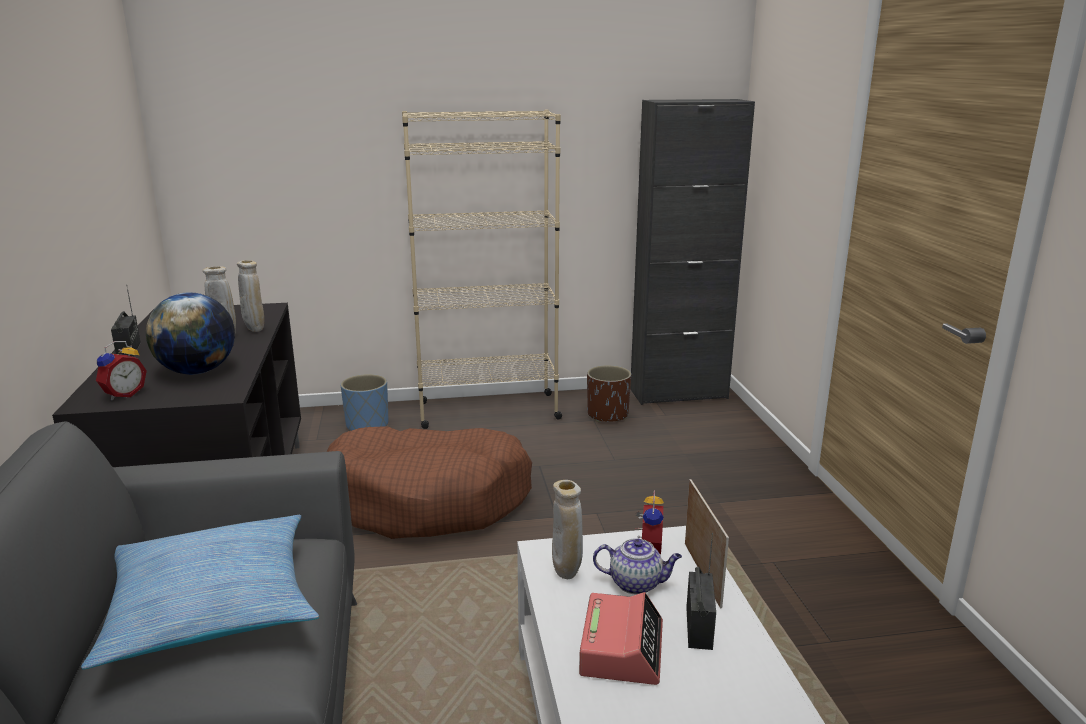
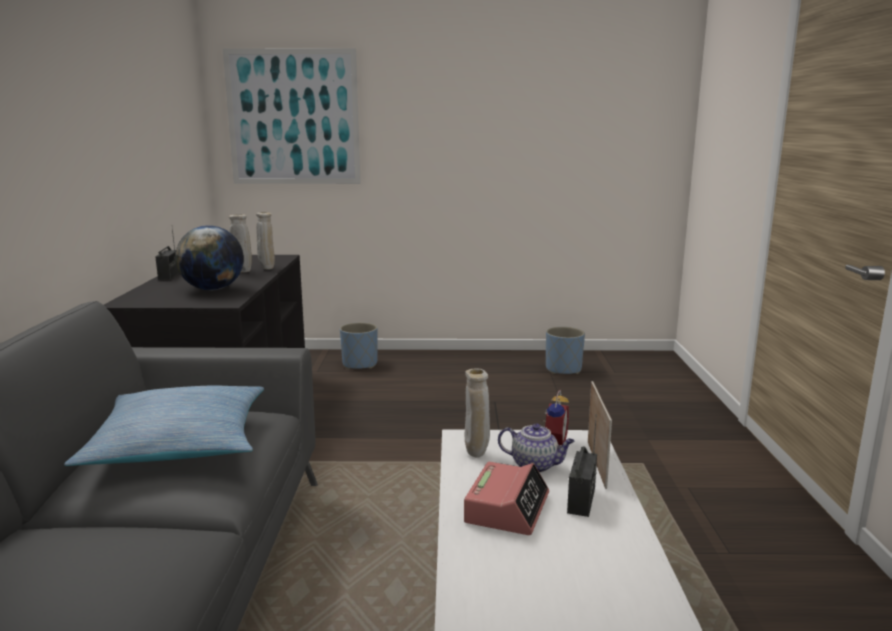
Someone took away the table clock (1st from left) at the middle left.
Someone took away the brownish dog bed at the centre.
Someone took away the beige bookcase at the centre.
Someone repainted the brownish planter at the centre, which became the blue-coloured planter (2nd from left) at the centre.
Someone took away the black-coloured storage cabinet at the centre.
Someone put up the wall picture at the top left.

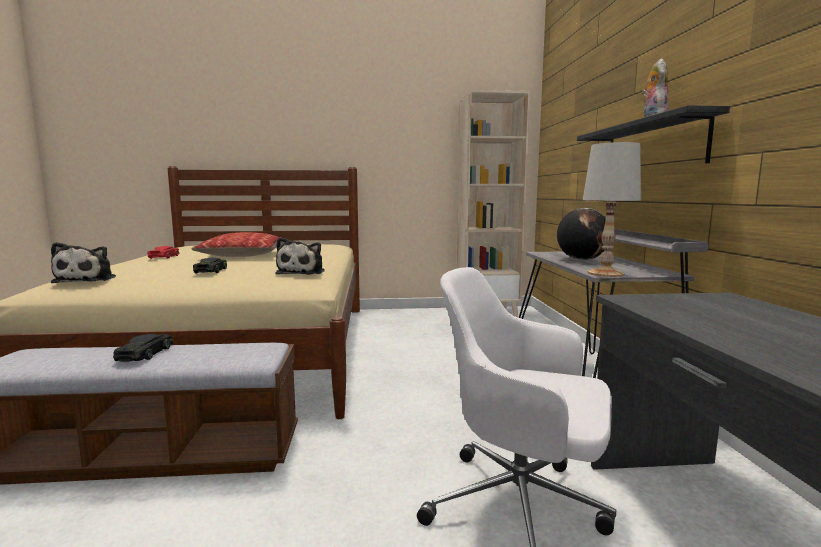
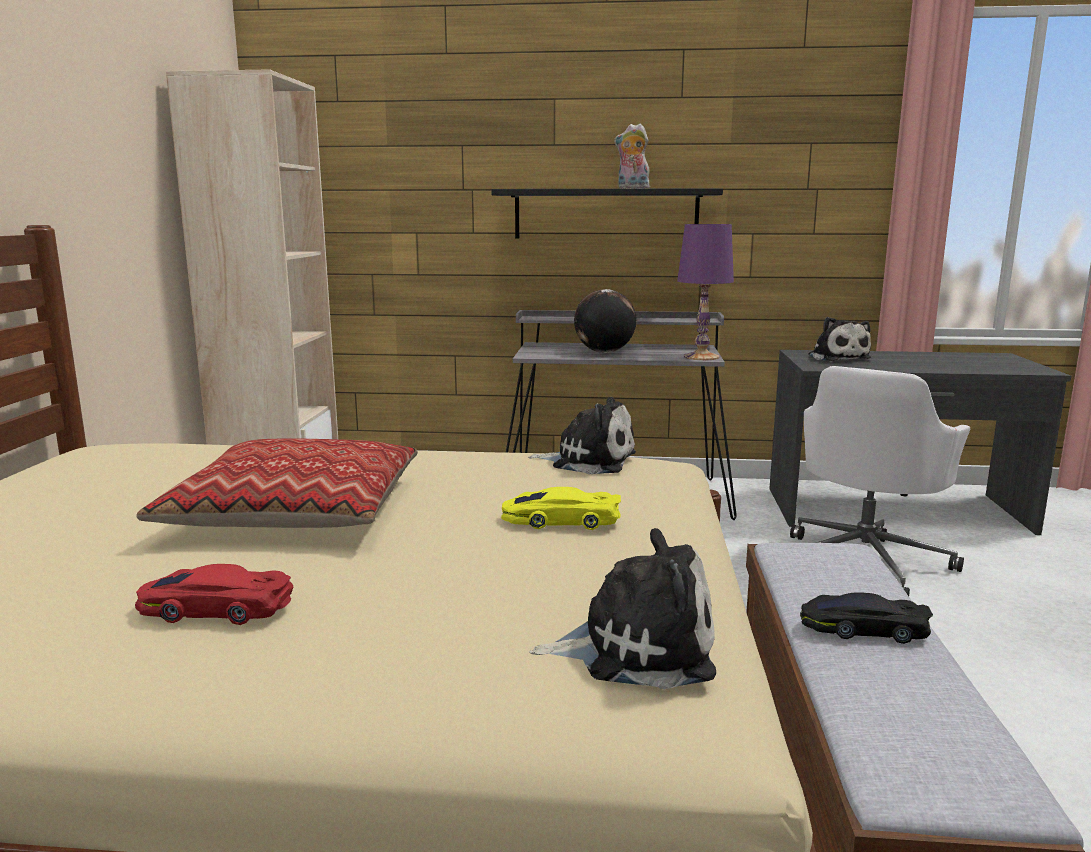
Someone repainted the black-coloured model car (2nd from left) at the middle left, which became the yellowish model car at the centre.
Someone repainted the whitish table lamp at the middle right, which became the purplish table lamp at the centre.
Someone put down the cuddly toy (4th from left) at the middle right.

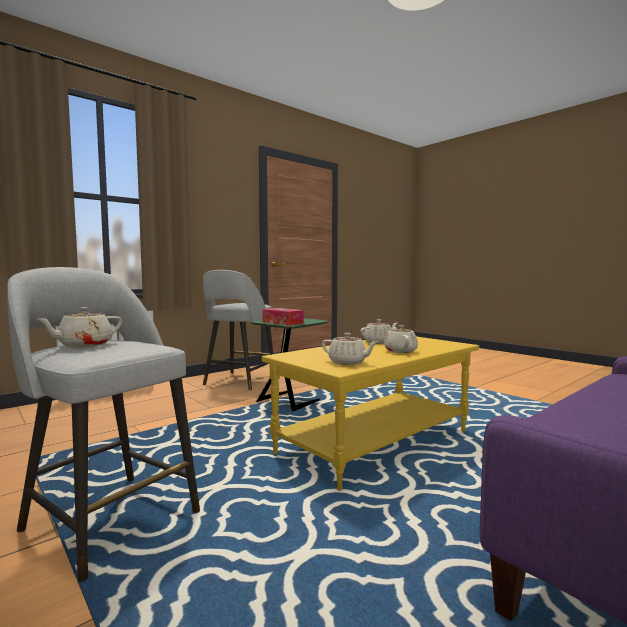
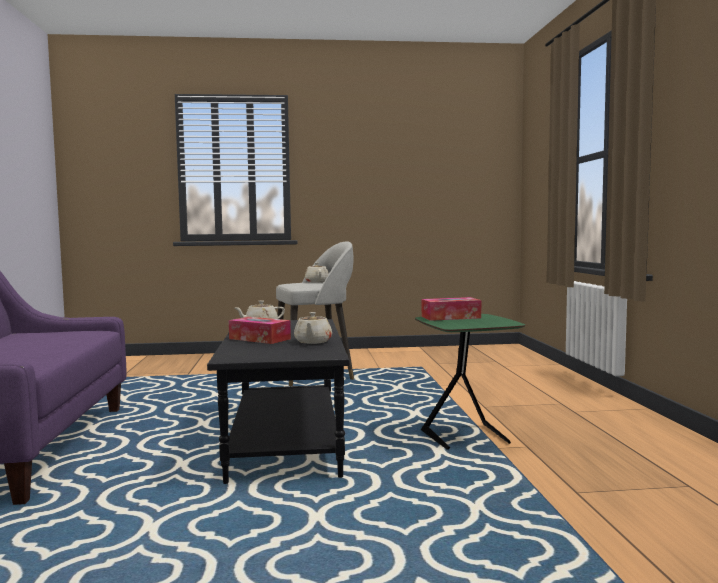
Someone took away the gray stool seat (2nd from left) at the centre.
Someone repainted the yellowish coffee table at the centre, which became the black-coloured coffee table at the bottom centre.
Someone swapped the beige tea pot (4th from left) at the centre for the box of tissues (1st from left) at the centre.

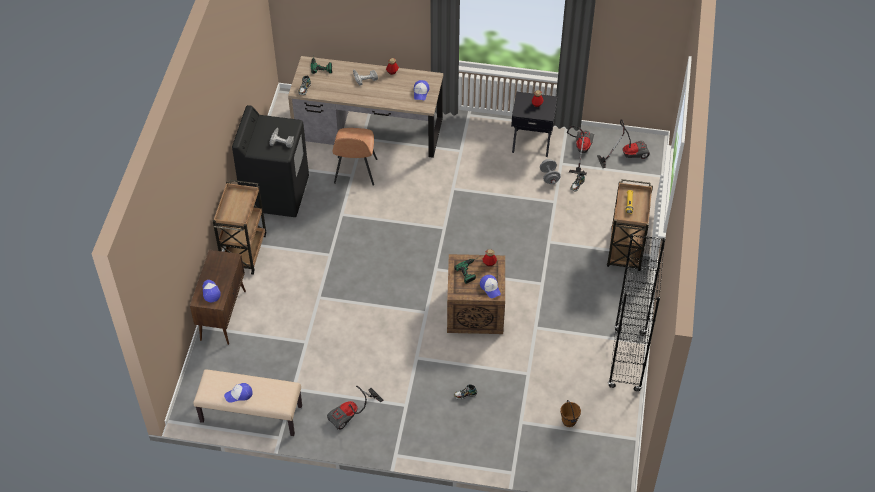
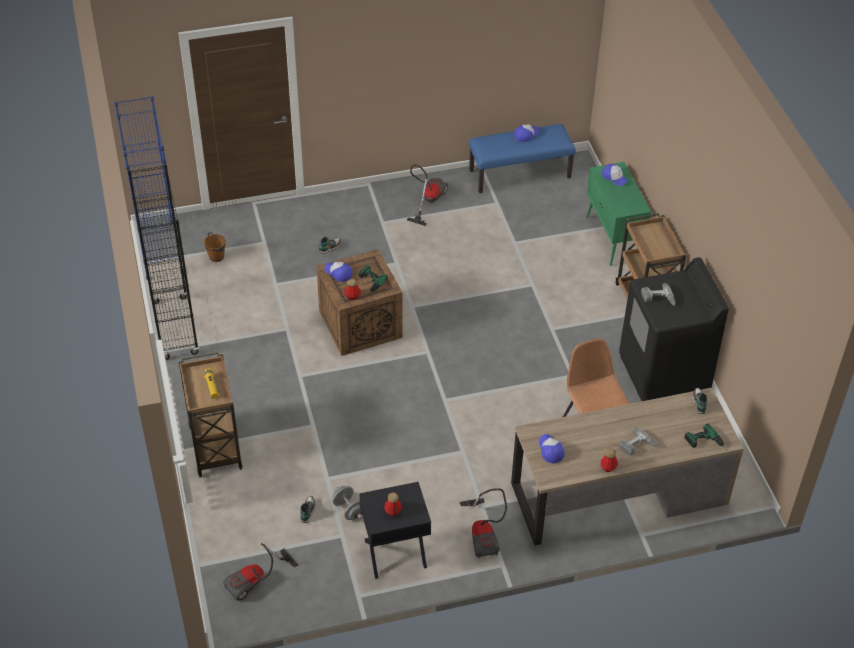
Someone repainted the brownish storage cabinet at the middle left, which became the green storage cabinet at the top right.
Someone repainted the beige bench at the bottom left, which became the blue-coloured bench at the top centre.
Someone carried the vacuum cleaner (2nd from left in the first image) from the top centre to the bottom centre.
Someone put down the blue-coloured bookcase at the top left.

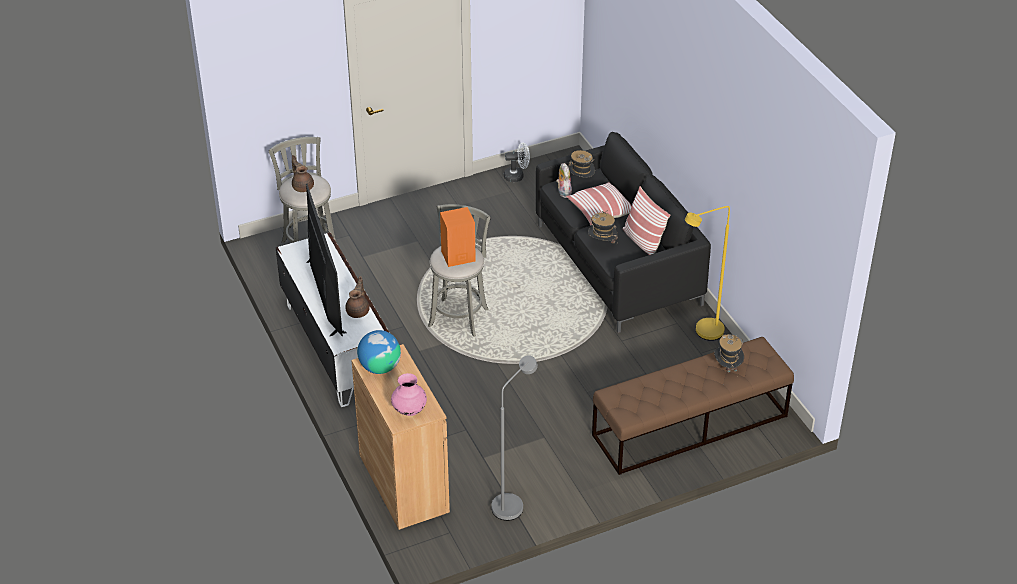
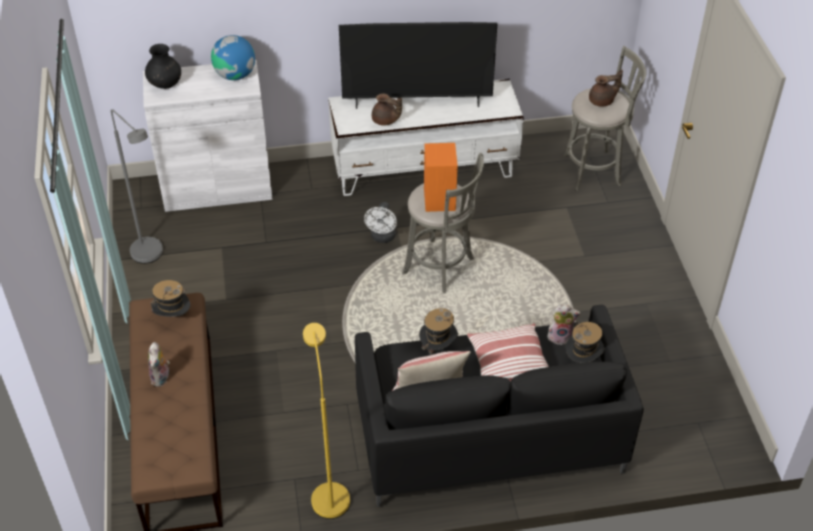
Someone repainted the brownish storage cabinet at the bottom centre, which became the whitish storage cabinet at the top left.
Someone repainted the pinkish decorative vase at the bottom centre, which became the black-coloured decorative vase at the top left.
Someone carried the whitish fan from the top centre to the centre.
Someone carried the hat (3rd from left in the first image) from the middle right to the middle left.
Someone put down the cuddly toy (1st from left) at the bottom left.

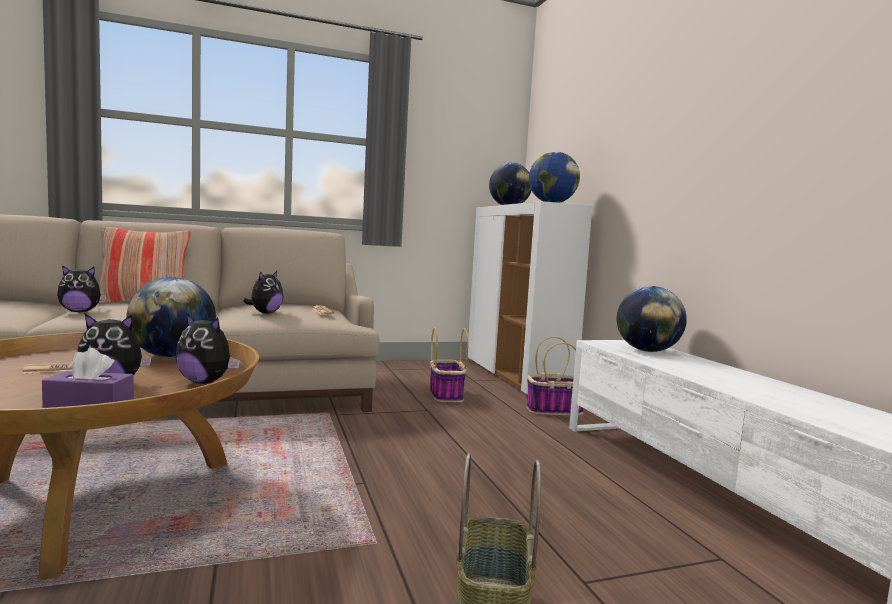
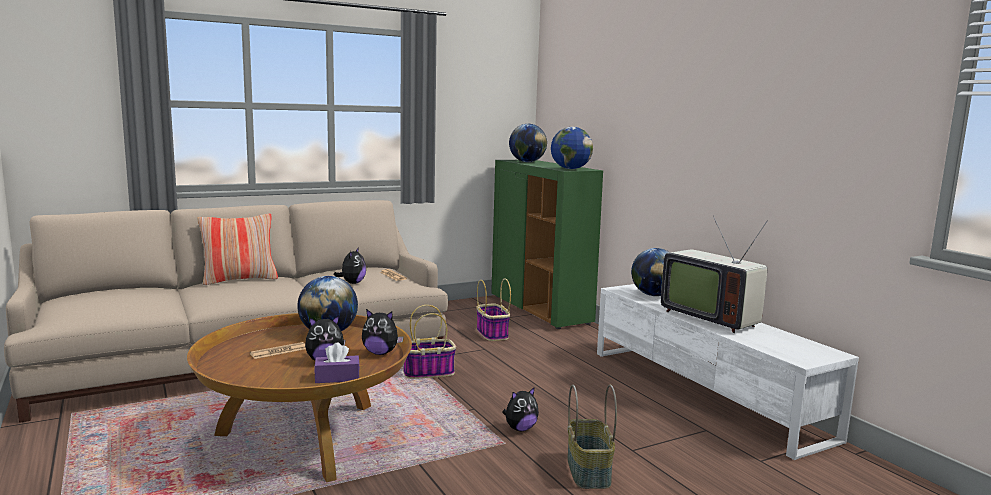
Someone carried the cuddly toy (1st from left in the first image) from the middle left to the bottom centre.
Someone repainted the whitish storage cabinet at the centre, which became the green storage cabinet at the centre.
Someone carried the storage basket (3rd from left in the first image) from the centre to the bottom centre.
Someone put down the TV at the middle right.

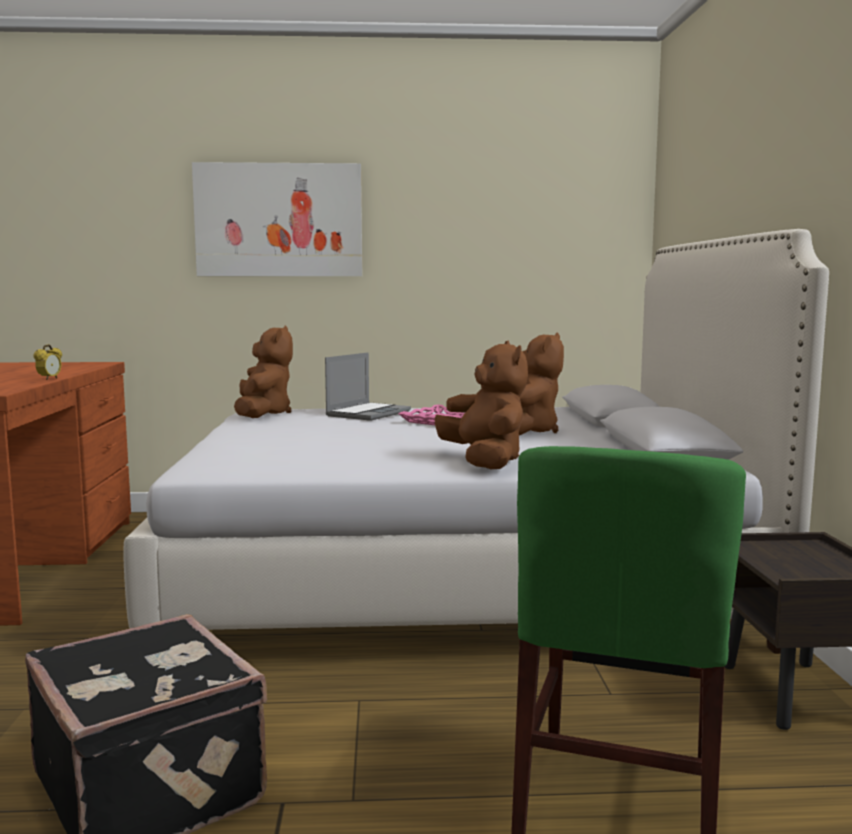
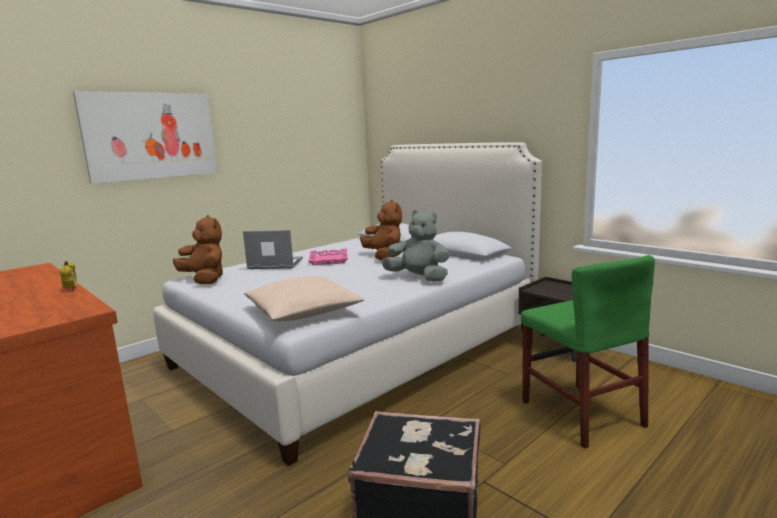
Someone rotated the portable computer at the centre by 75 degrees counterclockwise.
Someone repainted the brownish cuddly toy (2nd from left) at the centre, which became the gray cuddly toy at the centre.
Someone put down the beige cushion at the centre.

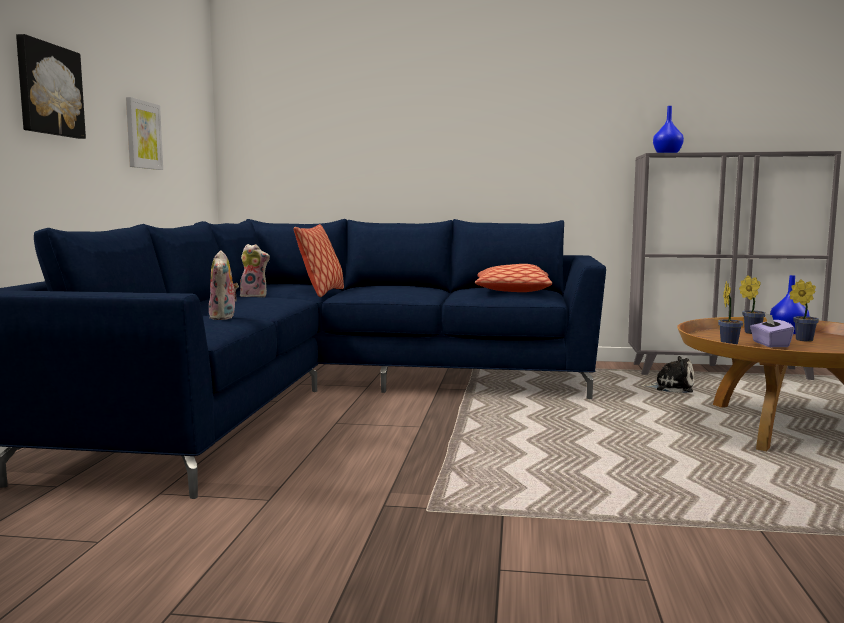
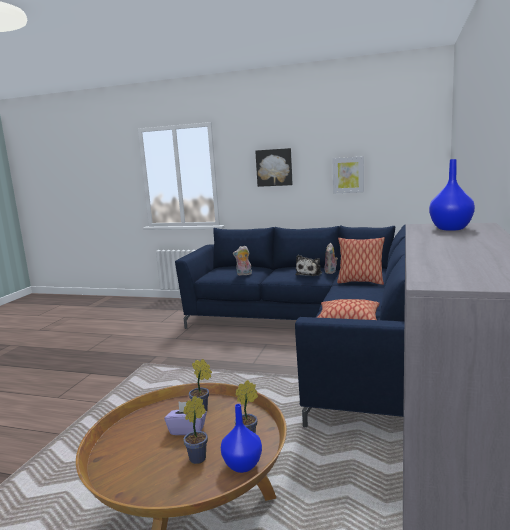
Someone carried the cuddly toy (3rd from left in the first image) from the middle right to the centre.

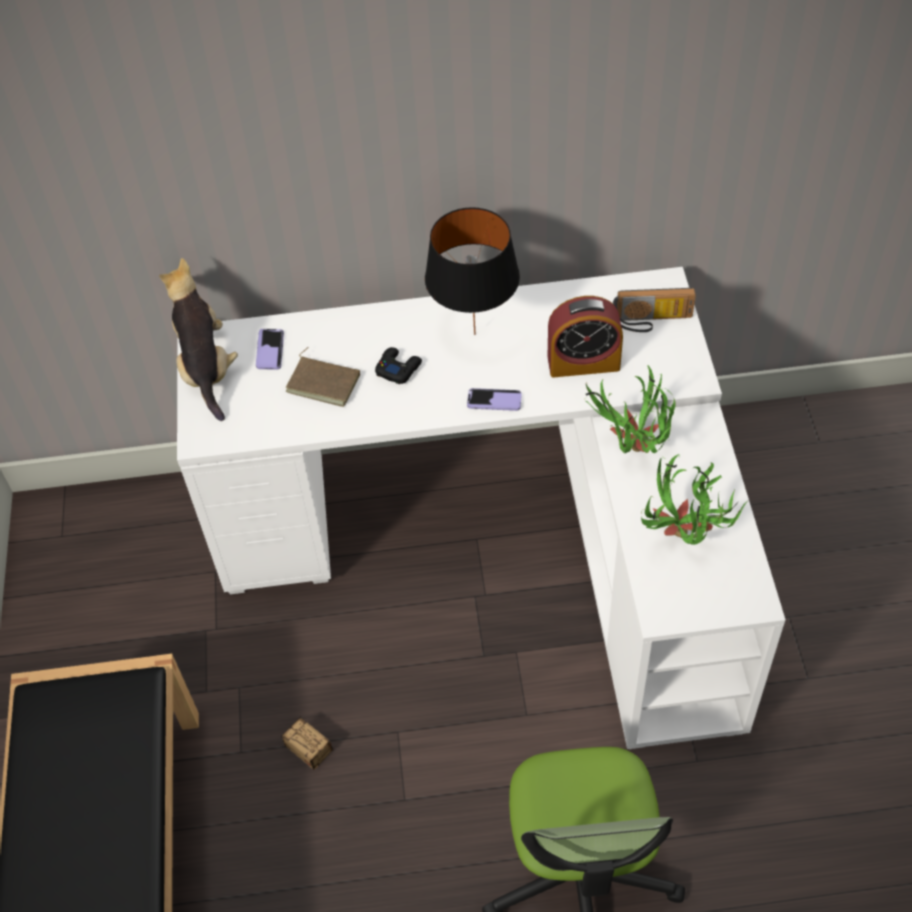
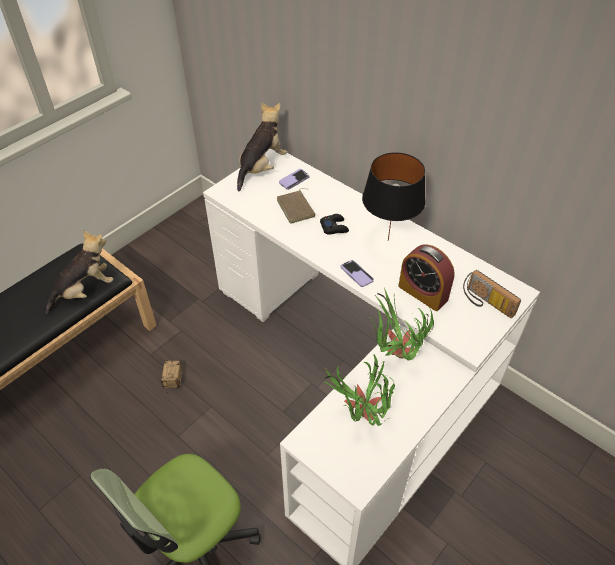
Someone put down the cuddly toy (1st from left) at the middle left.

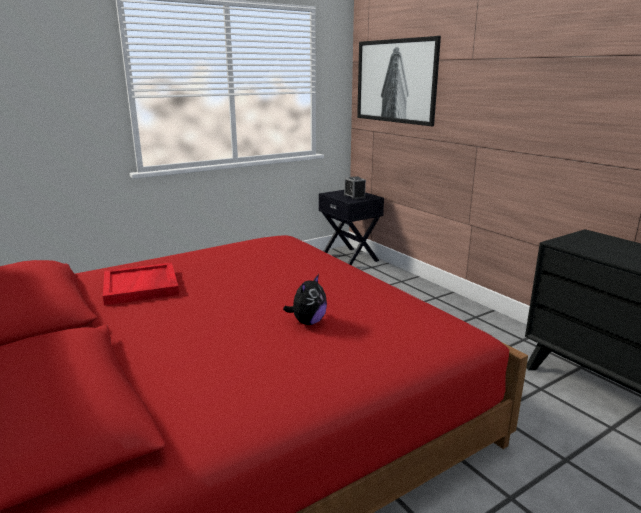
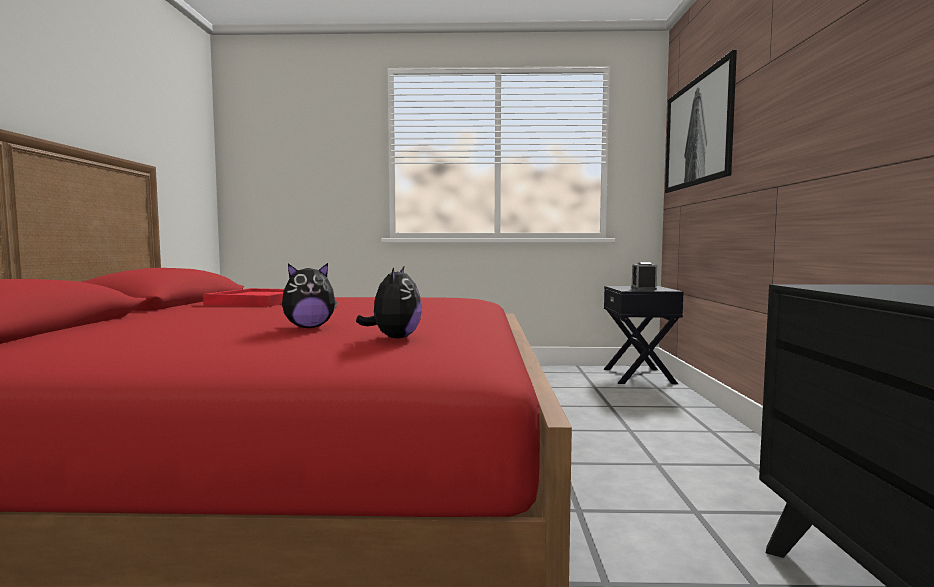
Someone put down the cuddly toy (2nd from left) at the centre.

